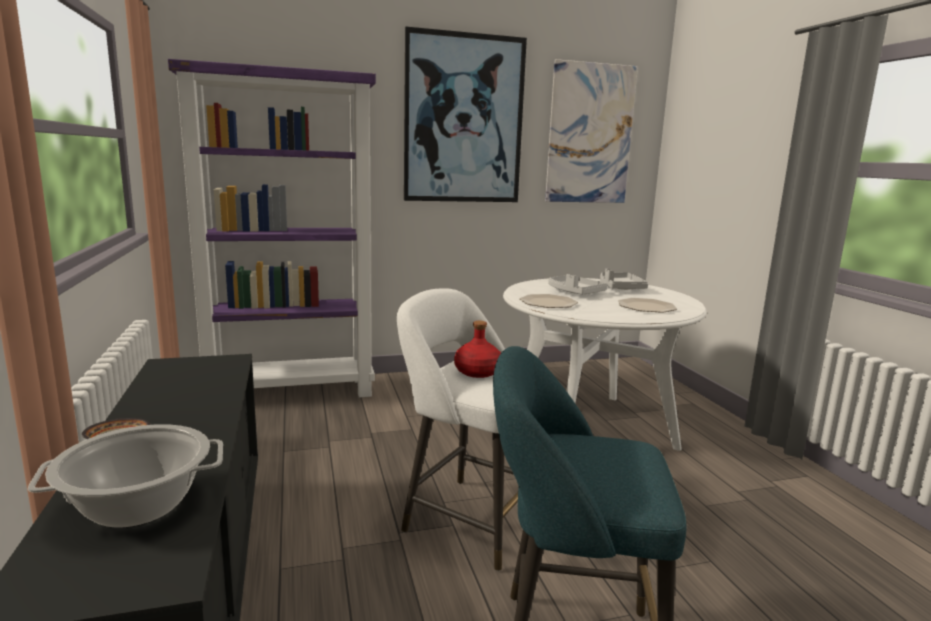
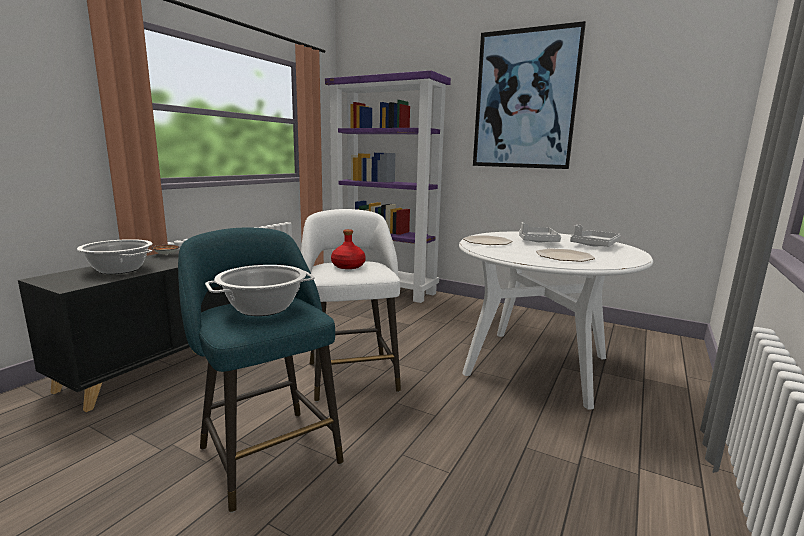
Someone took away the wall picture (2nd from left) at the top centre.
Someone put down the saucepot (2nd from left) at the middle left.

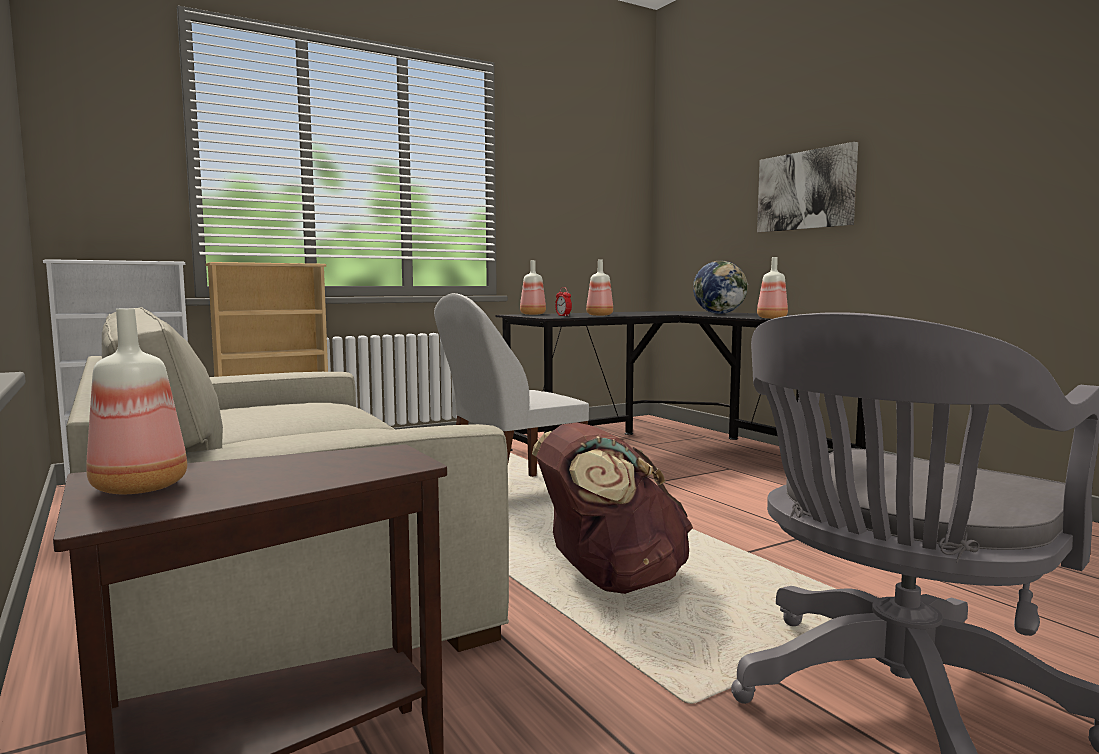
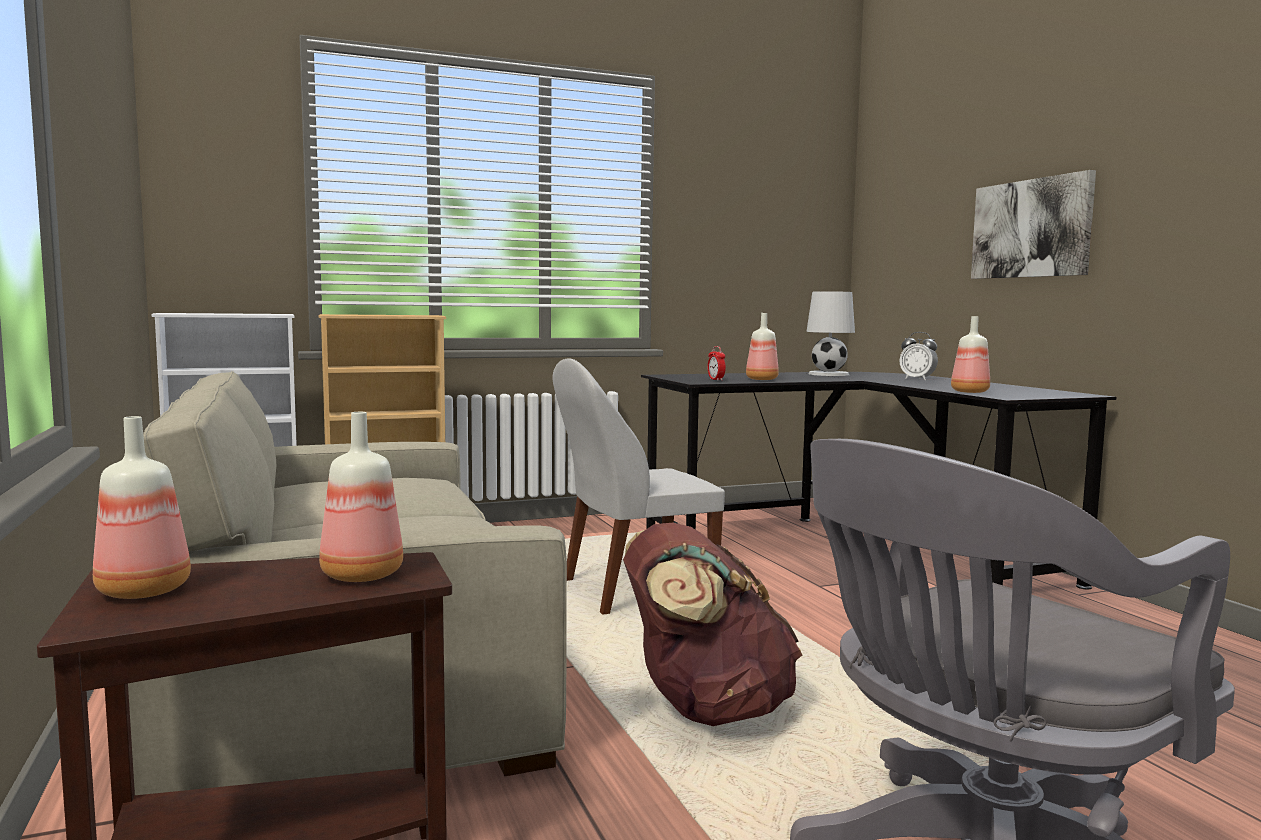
Someone carried the bottle (2nd from left) from the centre to the middle left.
Someone swapped the desk globe at the centre for the table clock (2nd from left) at the middle right.
Someone put down the whitish table lamp at the centre.

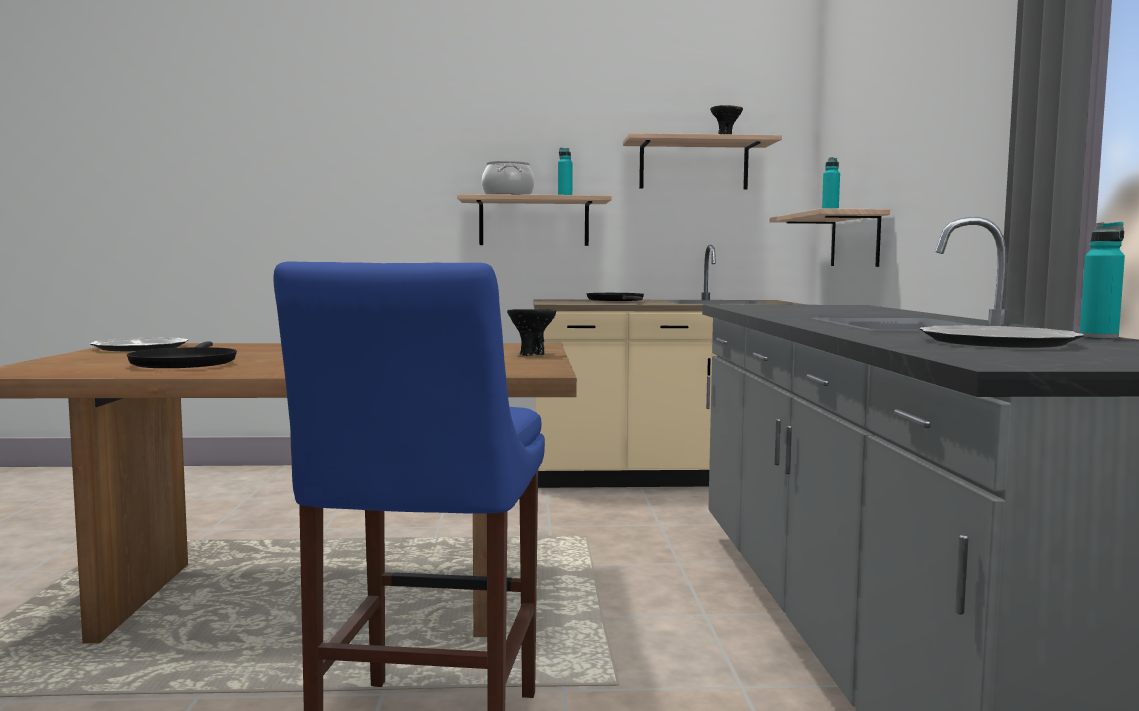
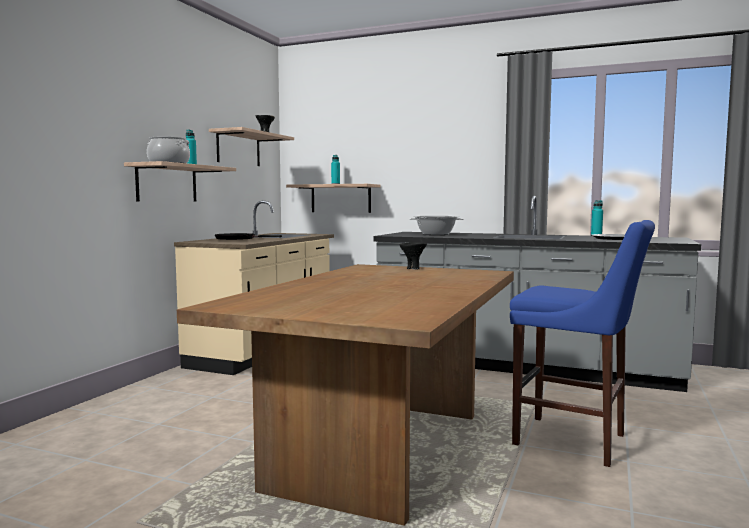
Someone took away the flat dish (1st from left) at the middle left.
Someone took away the black-coloured frying pan (1st from left) at the middle left.
Someone put down the saucepot (2nd from left) at the centre.

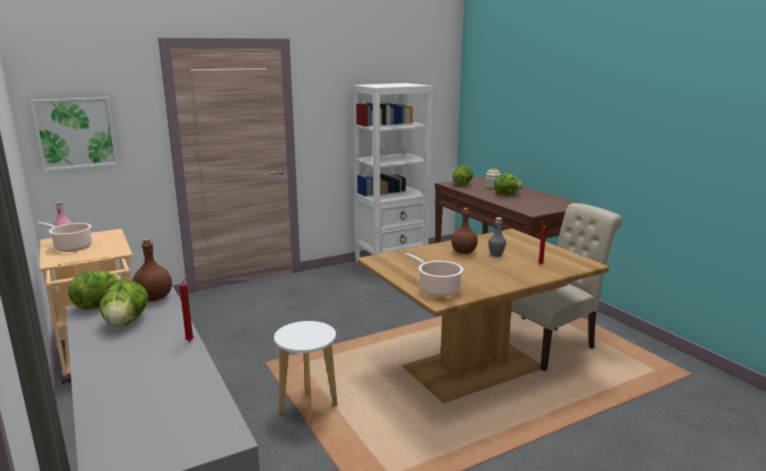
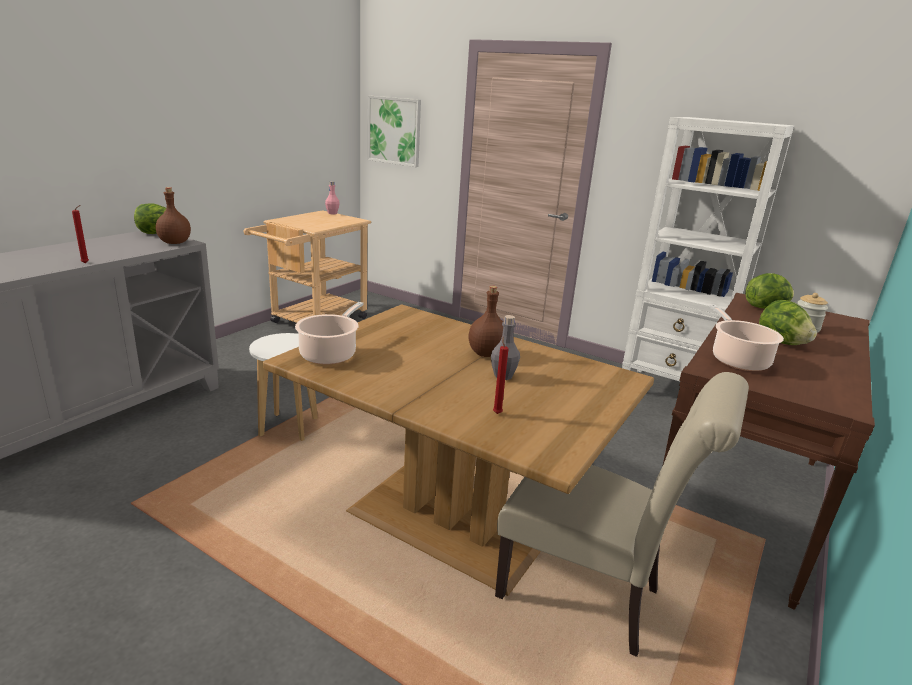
Someone carried the saucepot (1st from left in the first image) from the middle left to the middle right.
Someone took away the lettuce (2nd from left) at the middle left.

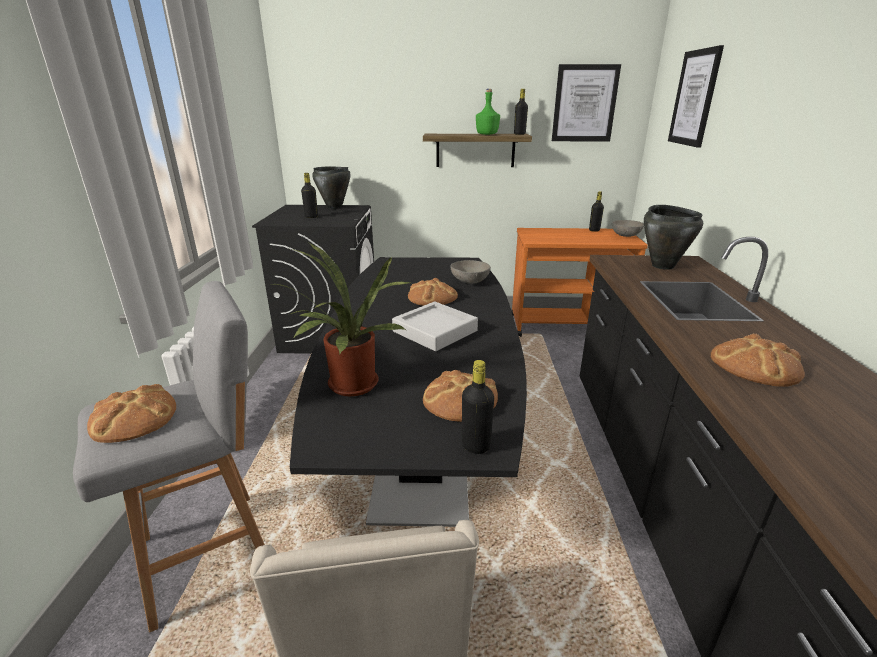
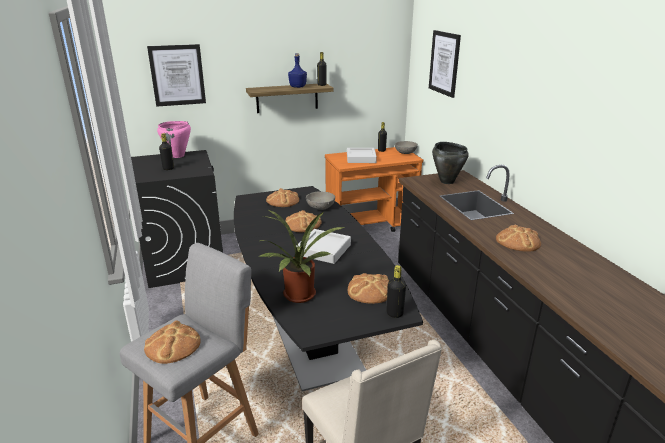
Someone repainted the black-coloured saucepot (1st from left) at the top centre, which became the pinkish saucepot at the top left.
Someone repainted the green bottle at the top centre, which became the blue-coloured bottle at the top centre.
Someone carried the wall picture (1st from left) from the top right to the top left.
Someone put down the bakery bread (2nd from left) at the centre.
Someone put down the gray serving tray (2nd from left) at the centre.

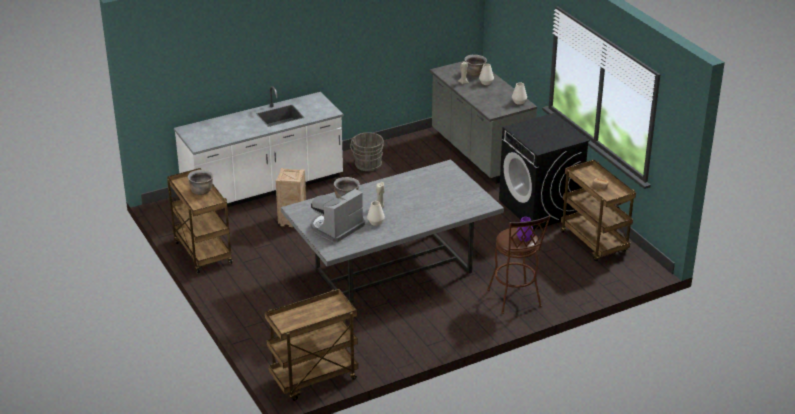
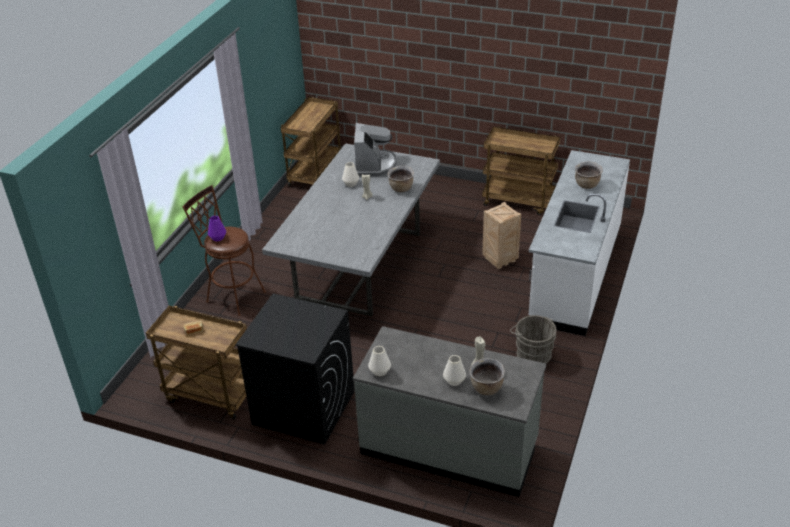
Someone carried the brownish saucepot (1st from left in the first image) from the middle left to the top right.

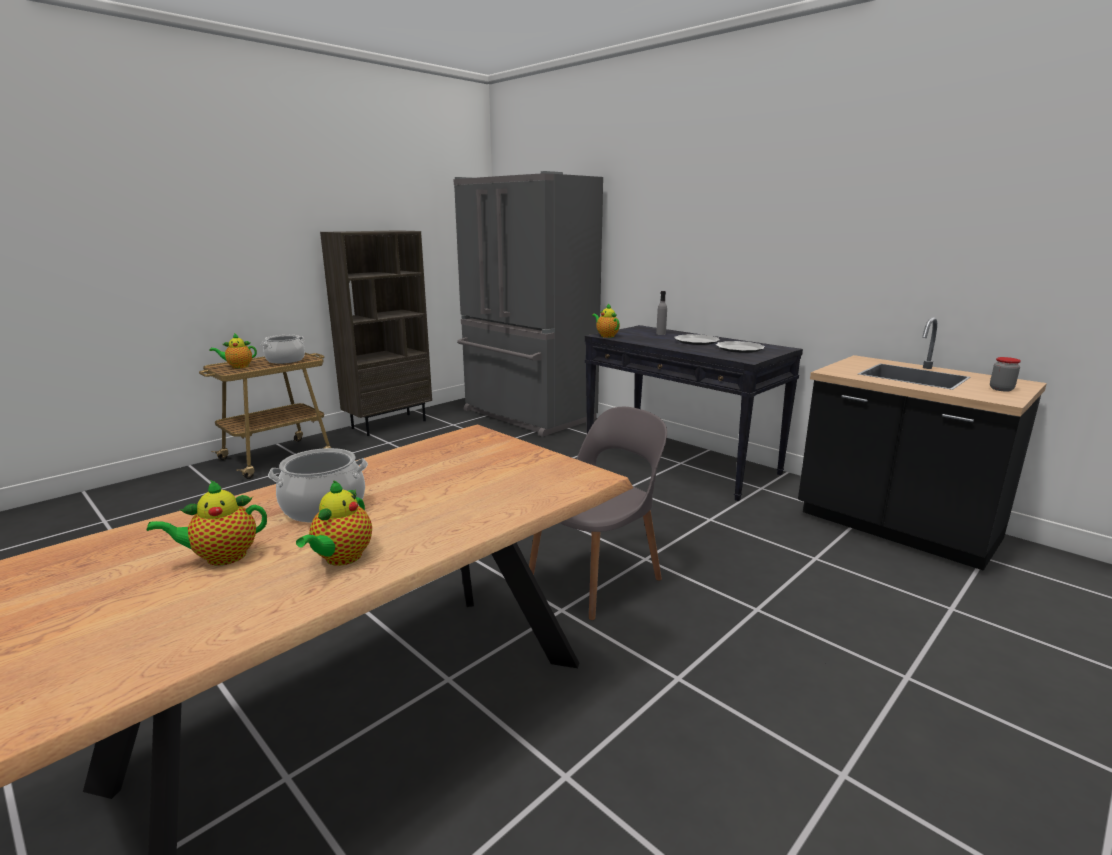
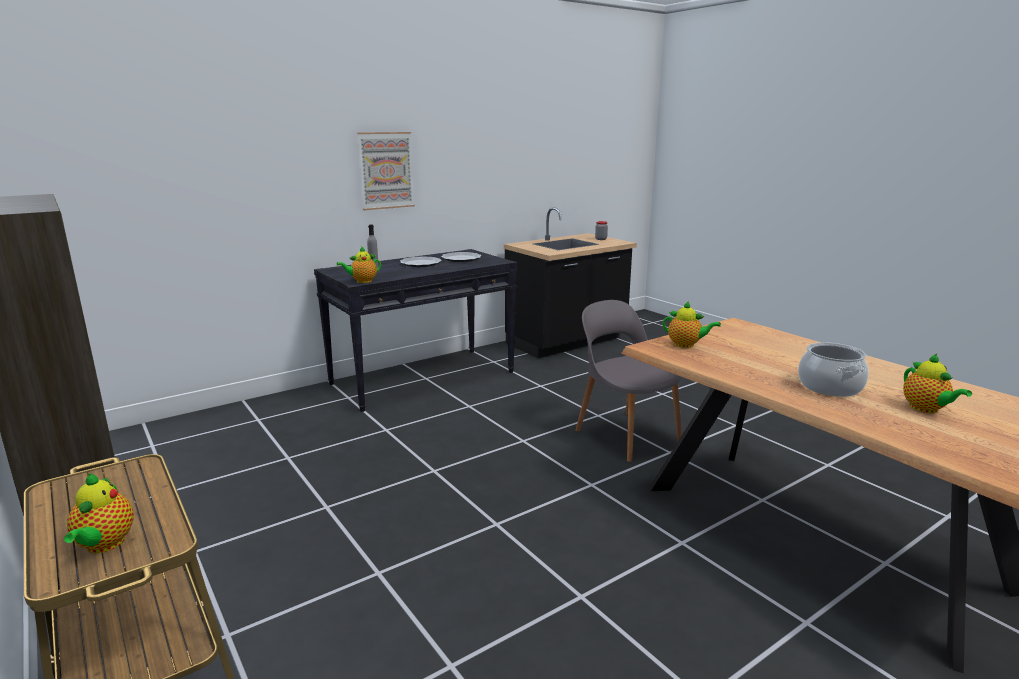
Someone took away the saucepot (1st from left) at the middle left.
Someone carried the tea pot (3rd from left) from the middle left to the middle right.
Someone took away the gray refrigerator at the centre.
Someone put up the wall picture at the top centre.

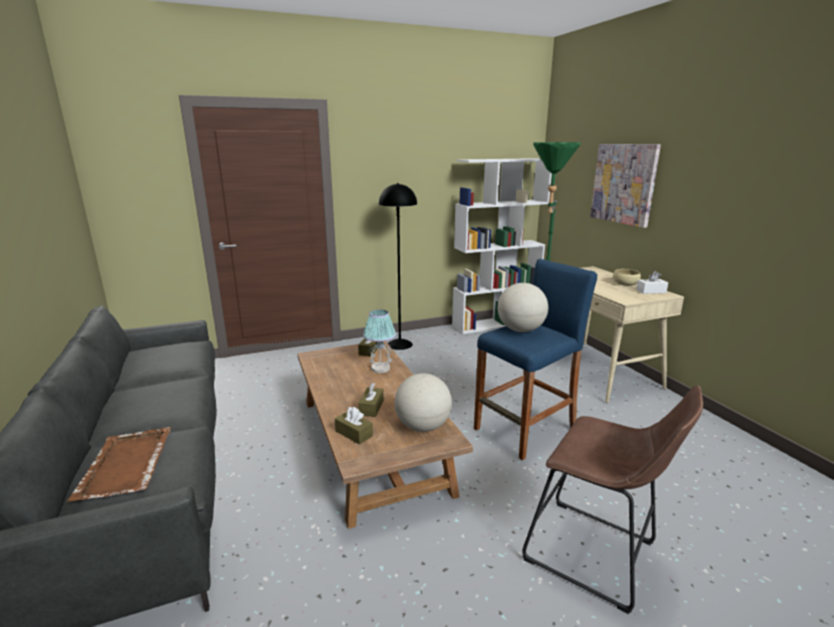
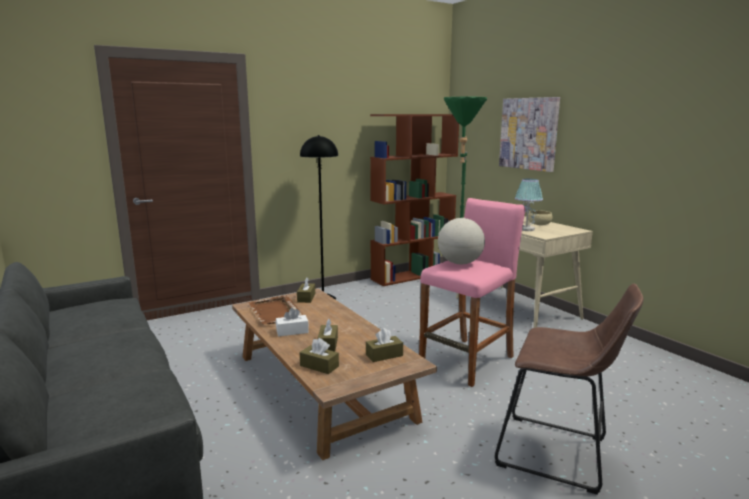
Someone carried the brownish serving tray from the bottom left to the centre.
Someone carried the table lamp from the centre to the middle right.
Someone swapped the desk globe (1st from left) at the centre for the brownish box of tissues (4th from left) at the bottom centre.
Someone repainted the whitish bookcase at the centre, which became the brownish bookcase at the centre.
Someone repainted the blue-coloured stool seat at the centre, which became the pinkish stool seat at the centre.
Someone carried the whitish box of tissues from the middle right to the centre.

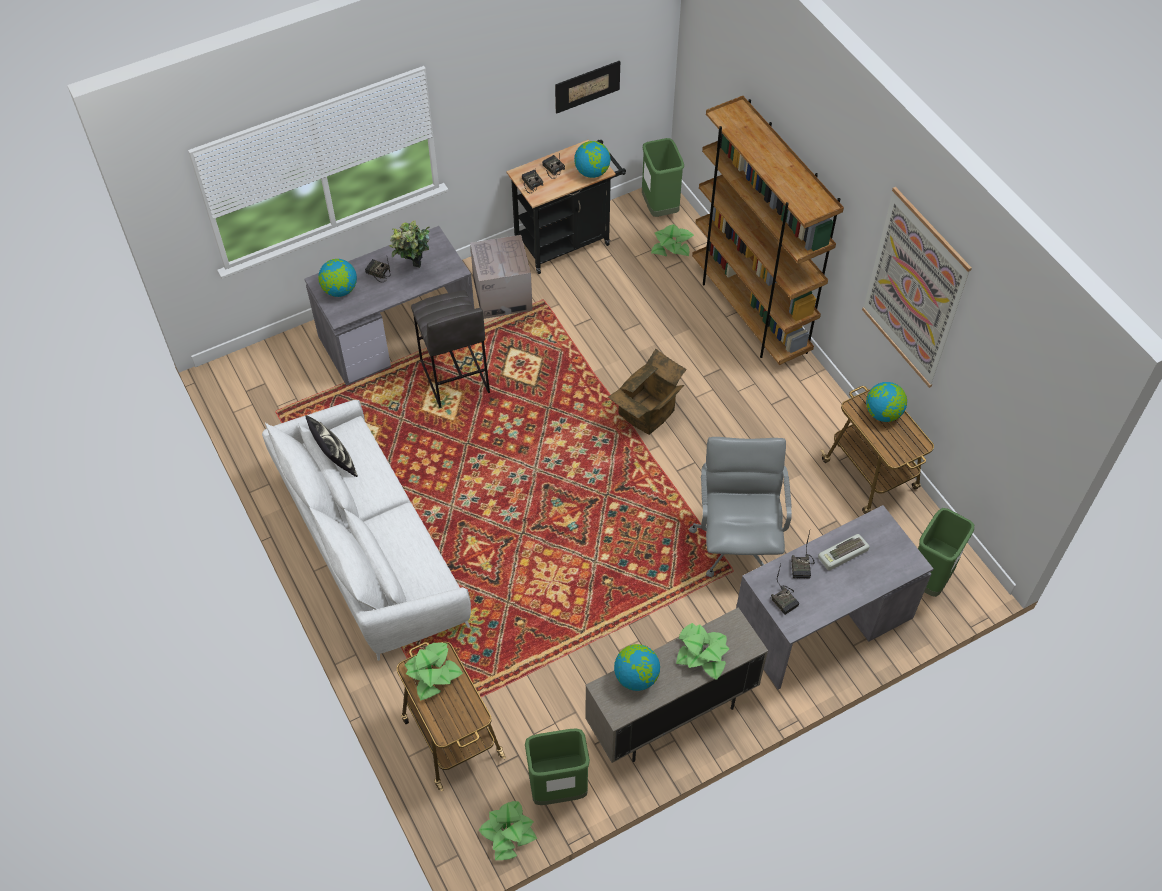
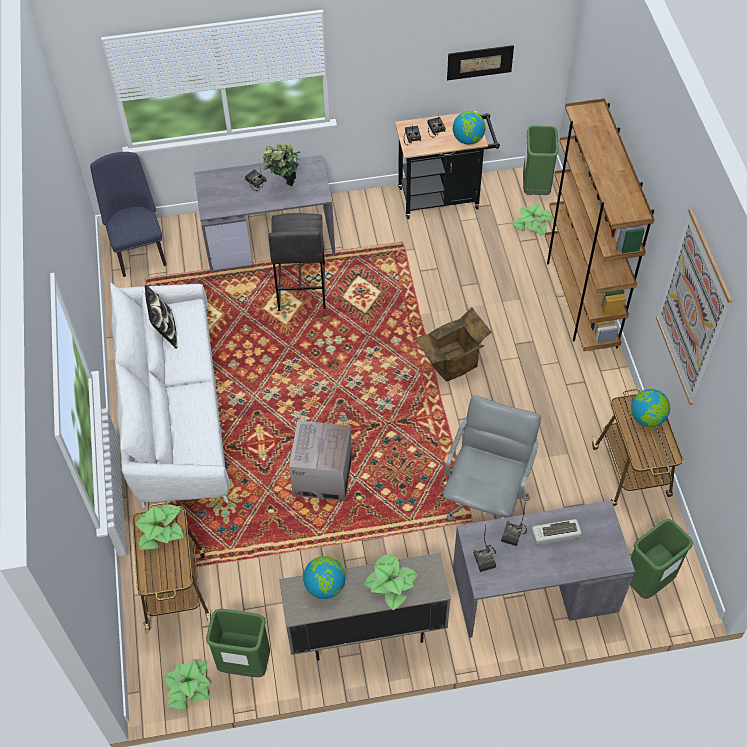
Someone took away the desk globe (1st from left) at the top left.
Someone carried the packing box (1st from left) from the top centre to the centre.
Someone put down the blue-coloured plain chair at the top left.

